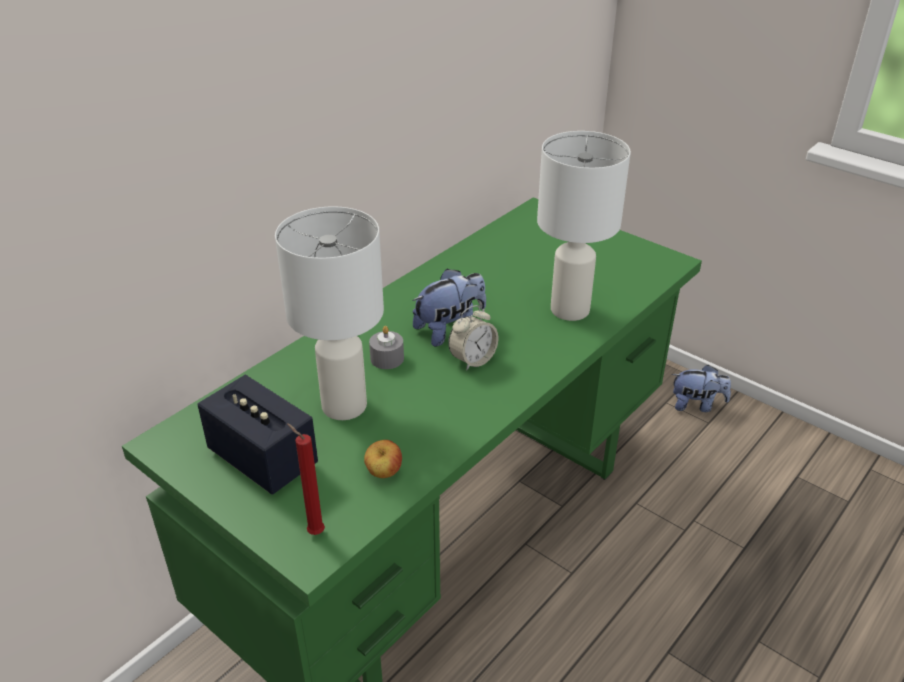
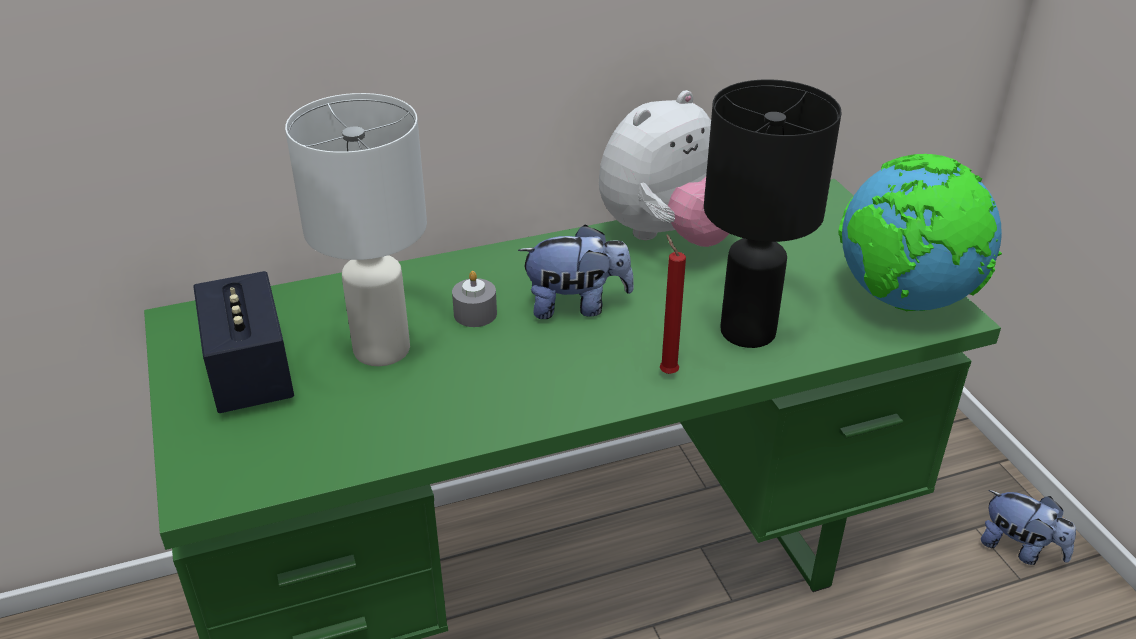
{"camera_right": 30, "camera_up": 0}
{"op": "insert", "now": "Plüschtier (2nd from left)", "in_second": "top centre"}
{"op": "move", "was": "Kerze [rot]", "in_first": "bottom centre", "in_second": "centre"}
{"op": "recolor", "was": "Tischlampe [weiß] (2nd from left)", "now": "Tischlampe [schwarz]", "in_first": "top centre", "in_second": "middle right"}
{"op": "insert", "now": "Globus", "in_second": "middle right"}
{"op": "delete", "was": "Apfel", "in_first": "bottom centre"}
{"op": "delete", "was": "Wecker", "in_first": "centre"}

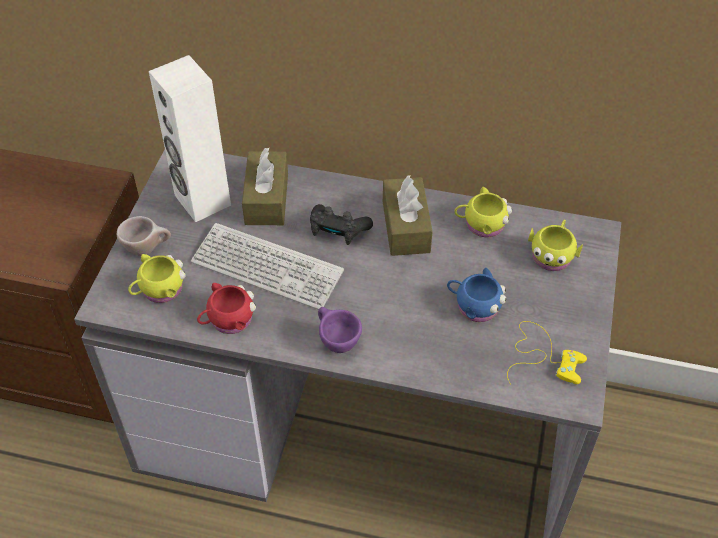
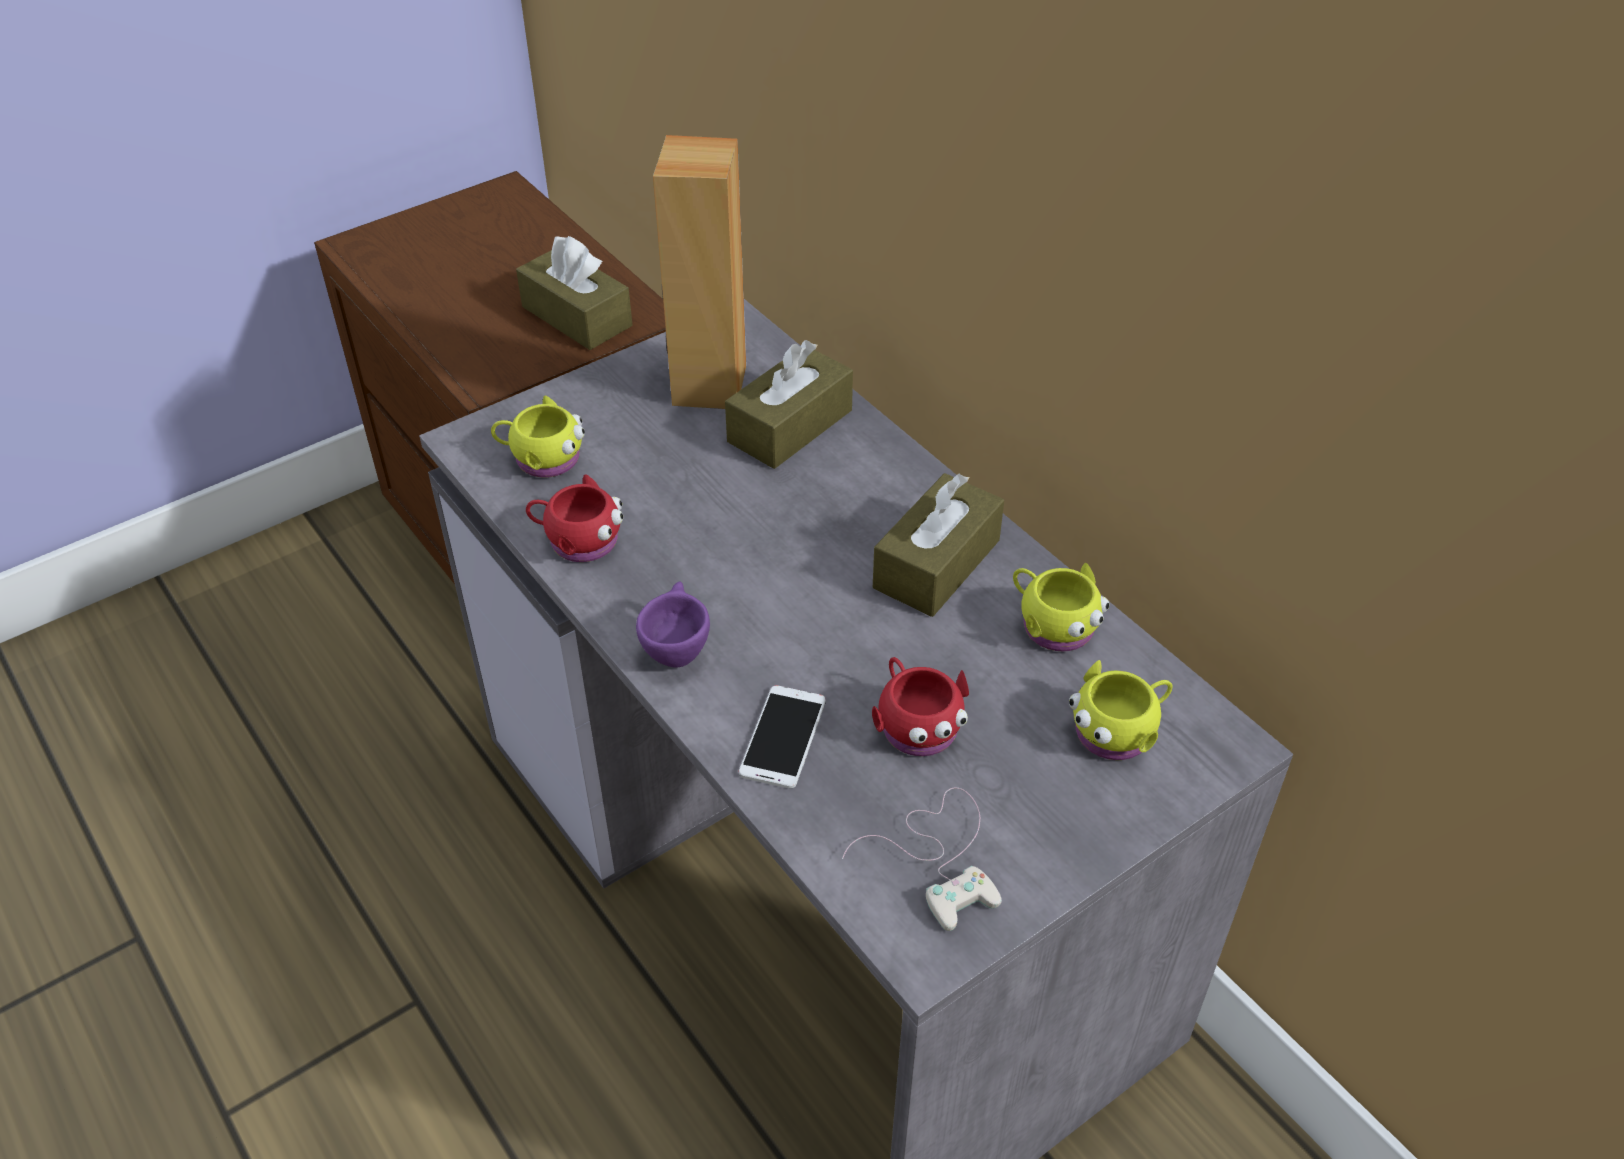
{"camera_right": 40, "camera_up": -5}
{"op": "insert", "now": "Taschentuchbox [braun] (1st from left)", "in_second": "top centre"}
{"op": "recolor", "was": "Lautsprecher [weiß]", "now": "Lautsprecher [braun]", "in_first": "top left", "in_second": "top centre"}
{"op": "insert", "now": "Handy", "in_second": "centre"}
{"op": "recolor", "was": "Gamepad [gelb]", "now": "Gamepad [weiß]", "in_first": "middle right", "in_second": "bottom centre"}
{"op": "recolor", "was": "Henkelbecher [blau]", "now": "Henkelbecher [rot] (2nd from left)", "in_first": "centre", "in_second": "centre"}
{"op": "delete", "was": "Tasse [beige]", "in_first": "middle left"}
{"op": "delete", "was": "Tastatur", "in_first": "centre"}
{"op": "delete", "was": "Gamepad [schwarz]", "in_first": "centre"}

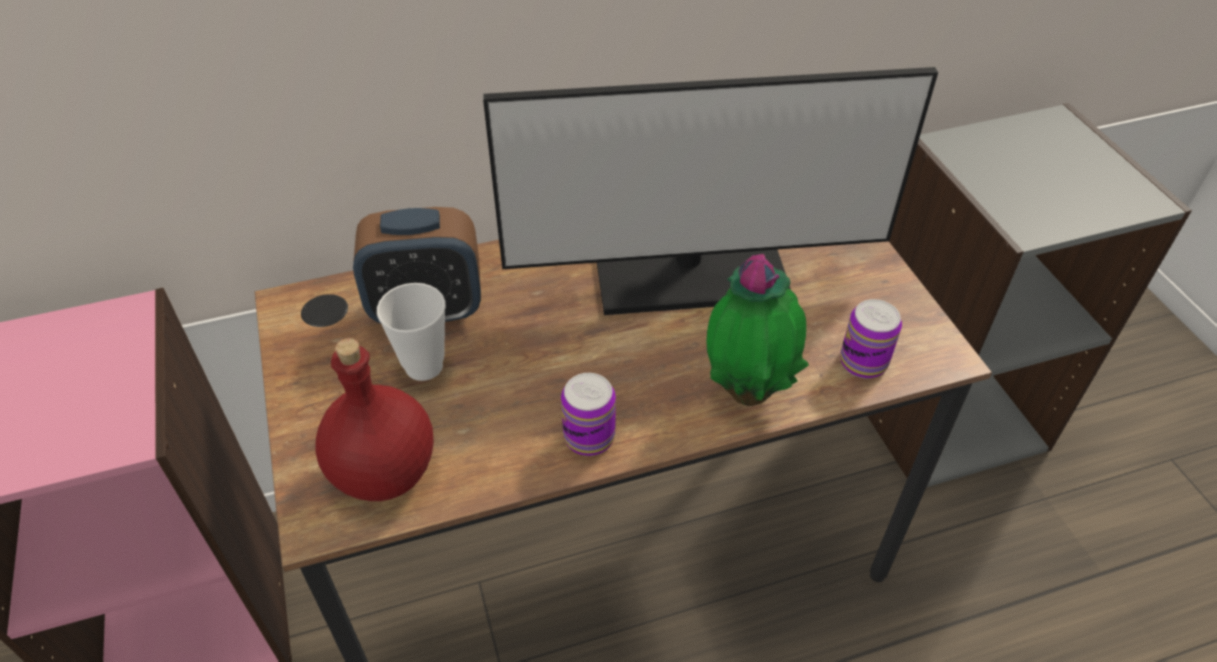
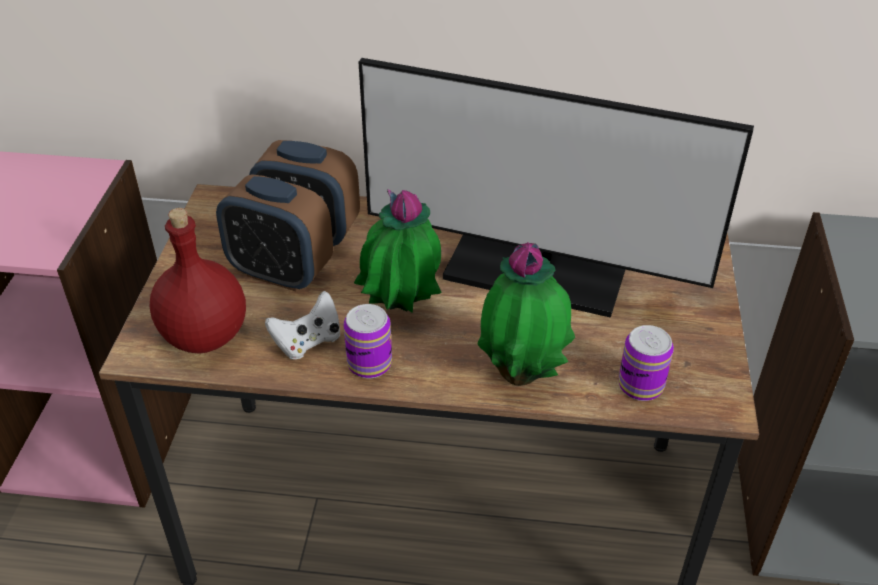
{"camera_right": 25, "camera_up": -5}
{"op": "replace", "was": "Tasse", "now": "Wecker (1st from left)", "in_first": "centre", "in_second": "middle left"}
{"op": "insert", "now": "Gamepad [weiß]", "in_second": "centre"}
{"op": "insert", "now": "Topfpflanze (1st from left)", "in_second": "centre"}

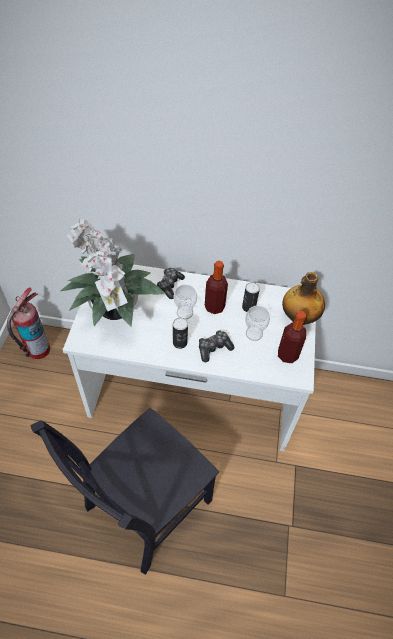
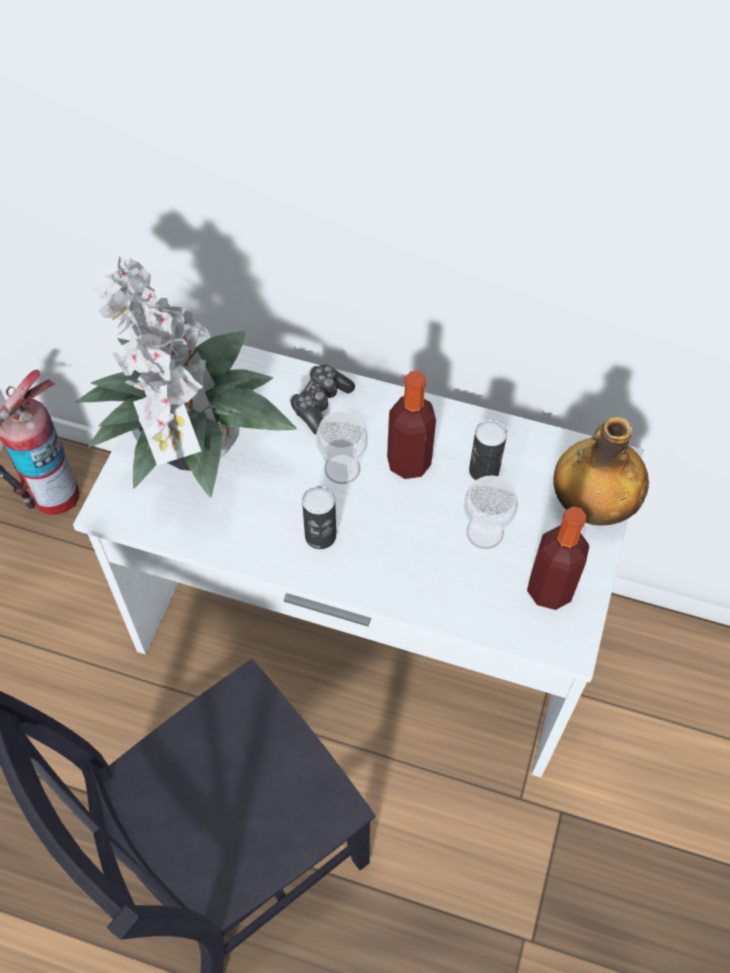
{"camera_right": 10, "camera_up": 5}
{"op": "delete", "was": "Gamepad (2nd from left)", "in_first": "centre"}

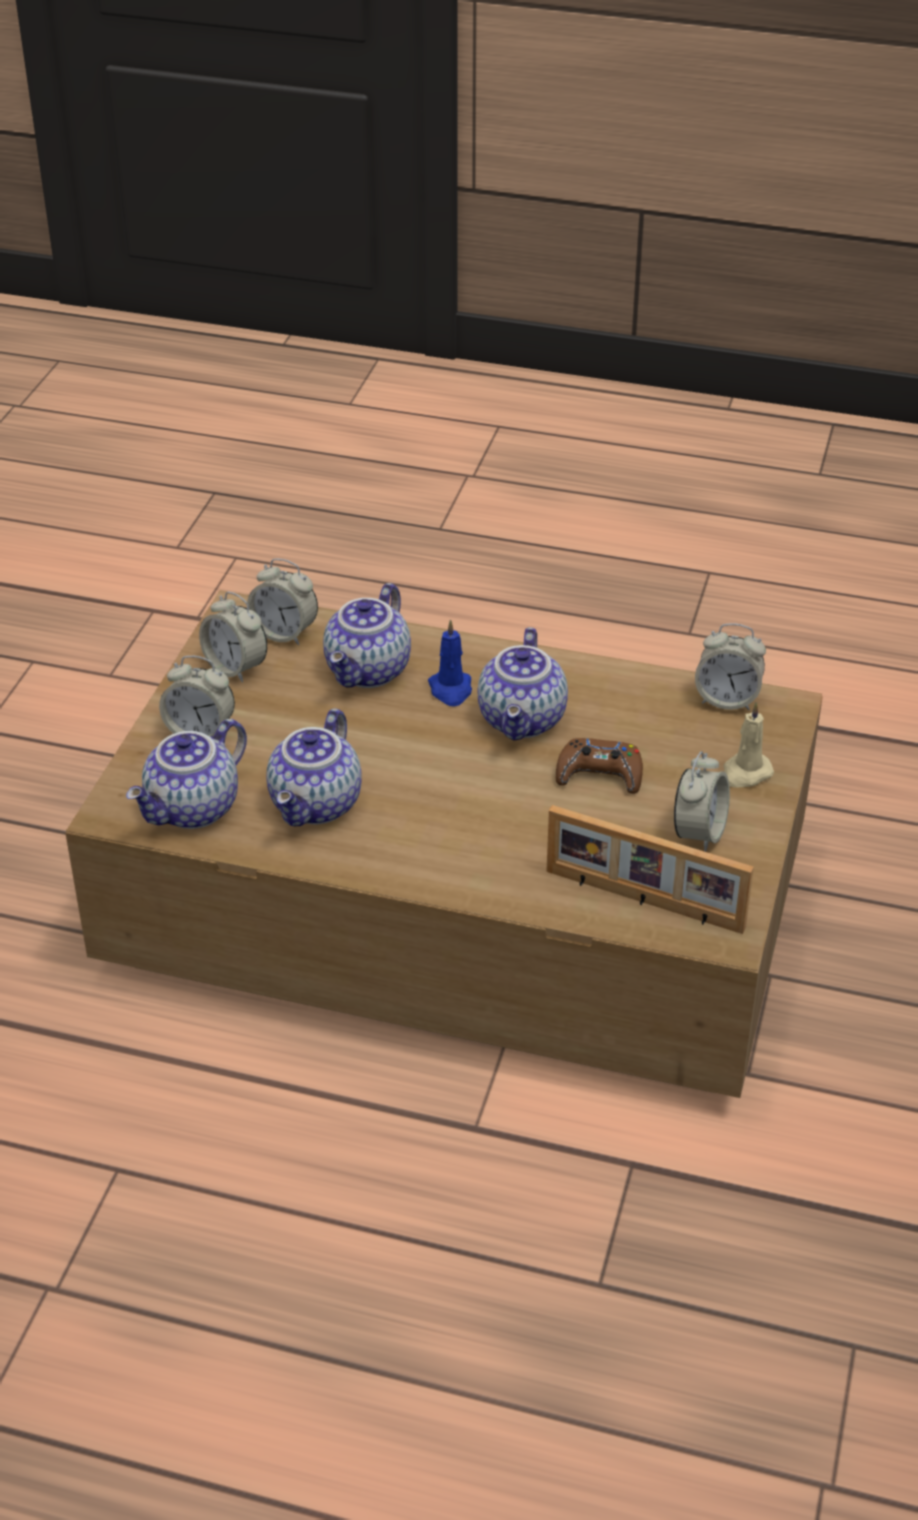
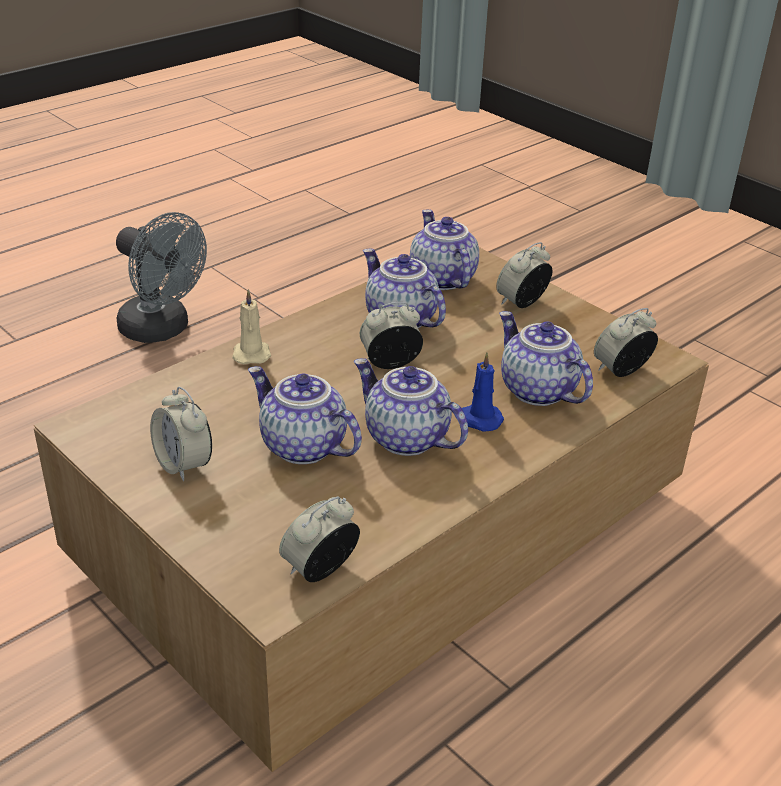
{"camera_right": 120, "camera_up": -5}
{"op": "insert", "now": "Ventilator [grau]", "in_second": "middle left"}
{"op": "move", "was": "Kerze [beige]", "in_first": "middle right", "in_second": "middle left"}
{"op": "replace", "was": "Gamepad [braun]", "now": "Teekanne (1st from left)", "in_first": "centre", "in_second": "centre"}
{"op": "move", "was": "Wecker (2nd from left in the first image)", "now": "Wecker (3rd from left)", "in_first": "middle left", "in_second": "centre"}
{"op": "delete", "was": "Bilderrahmen", "in_first": "middle right"}

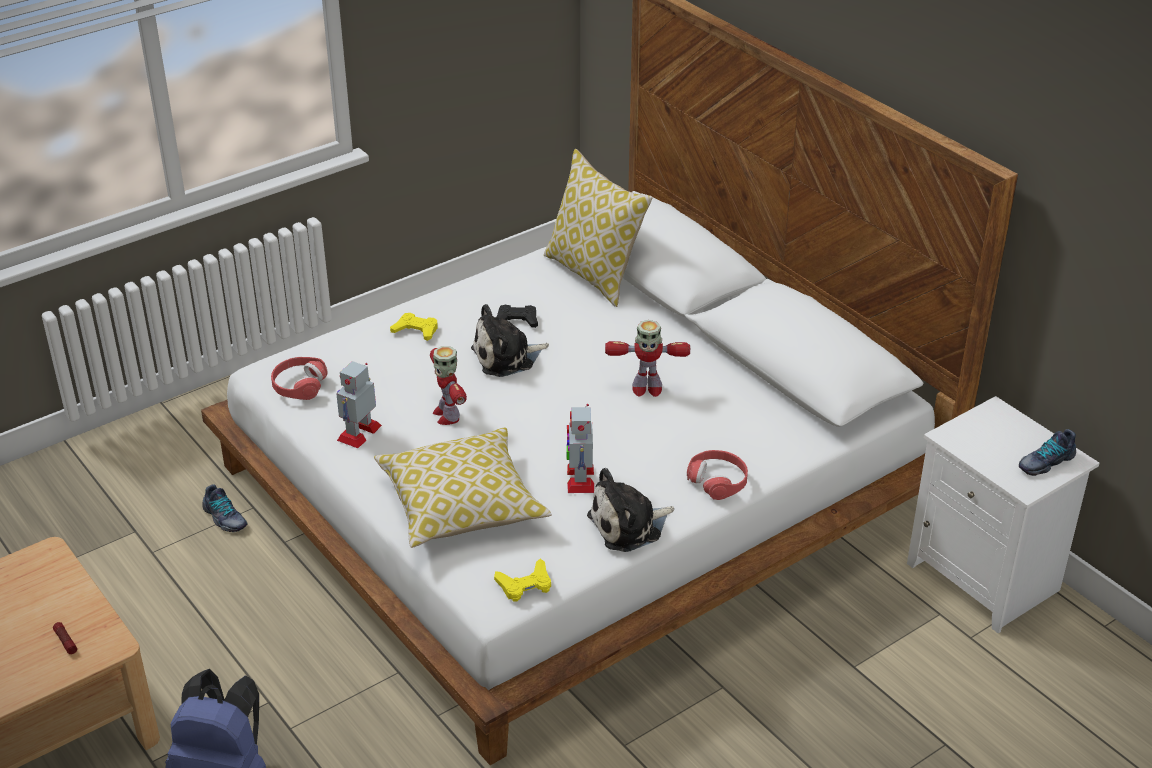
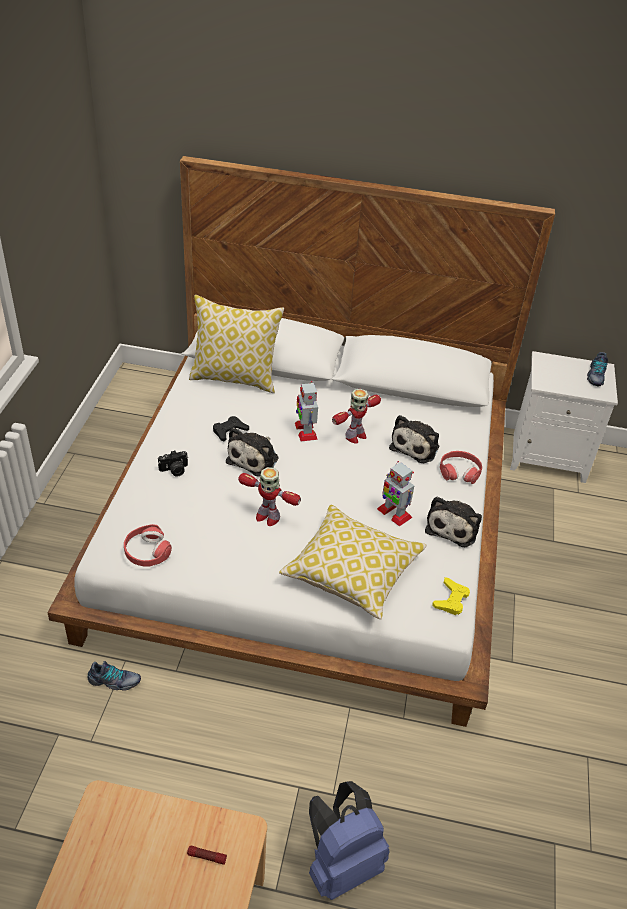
{"camera_right": -45, "camera_up": 5}
{"op": "replace", "was": "Gamepad [gelb] (1st from left)", "now": "Kamera", "in_first": "centre", "in_second": "middle left"}
{"op": "move", "was": "Spielzeugroboter (1st from left in the first image)", "now": "Spielzeugroboter (2nd from left)", "in_first": "middle left", "in_second": "centre"}
{"op": "insert", "now": "Plüschtier (2nd from left)", "in_second": "centre"}

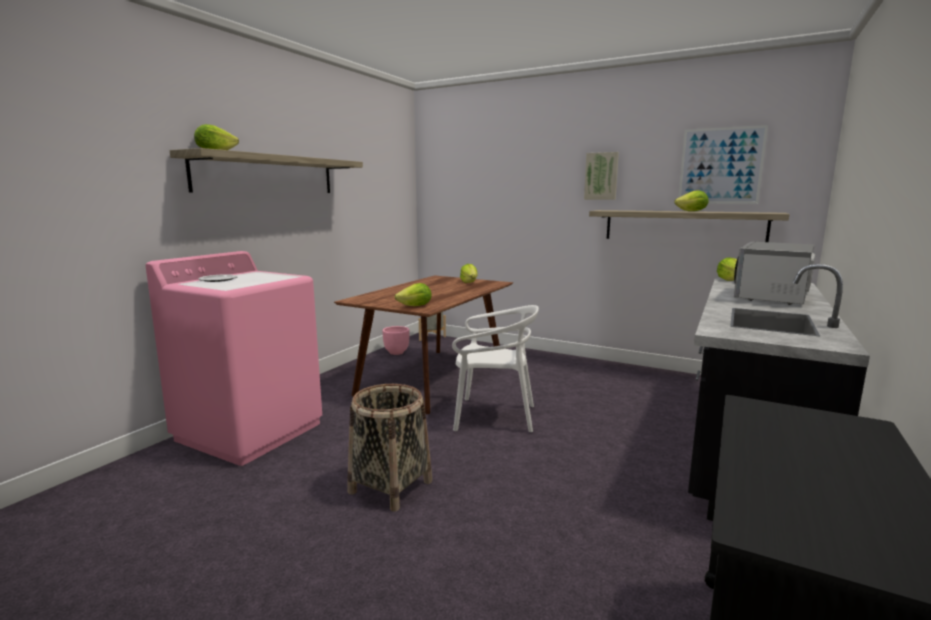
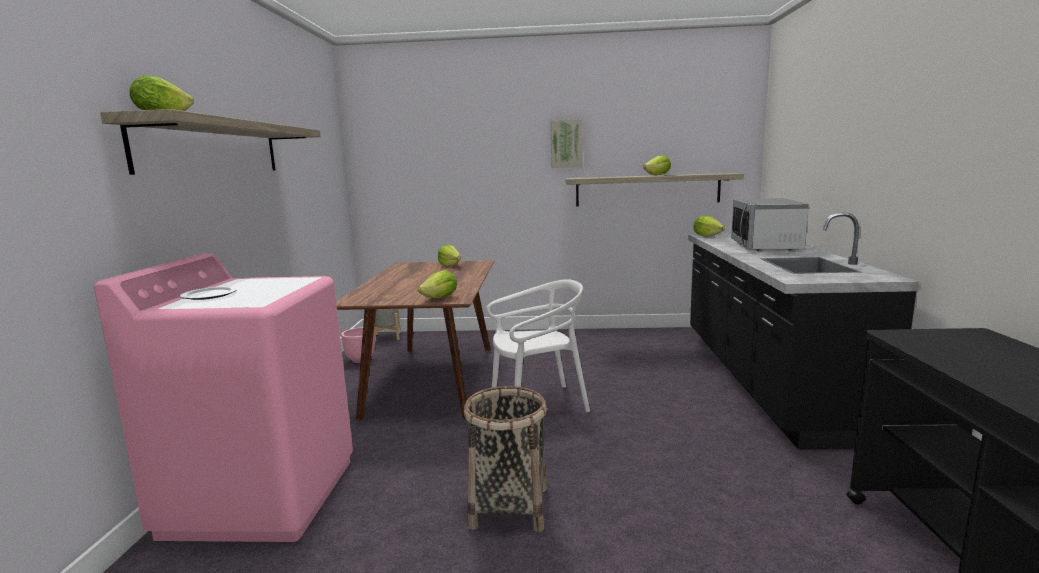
{"camera_right": -25, "camera_up": 0}
{"op": "delete", "was": "Bild (2nd from left)", "in_first": "top right"}

